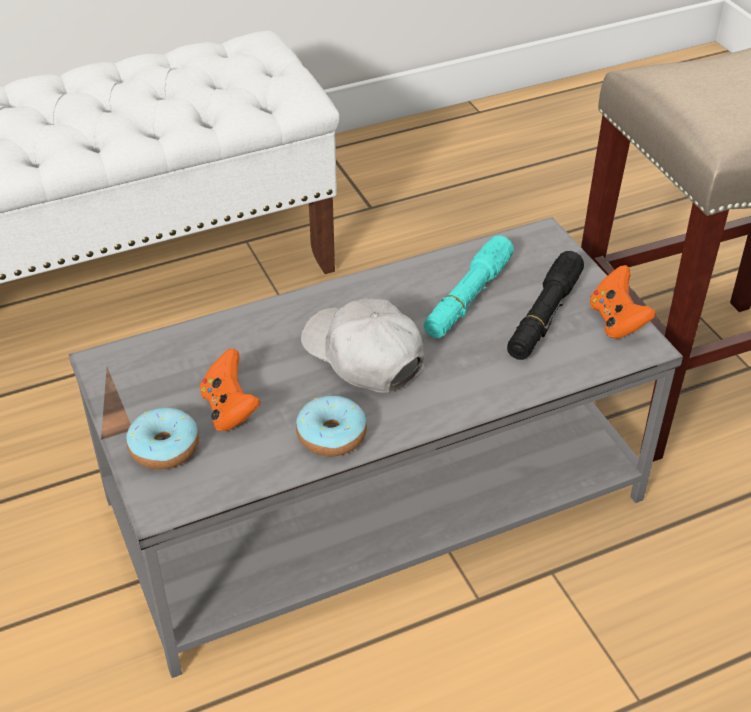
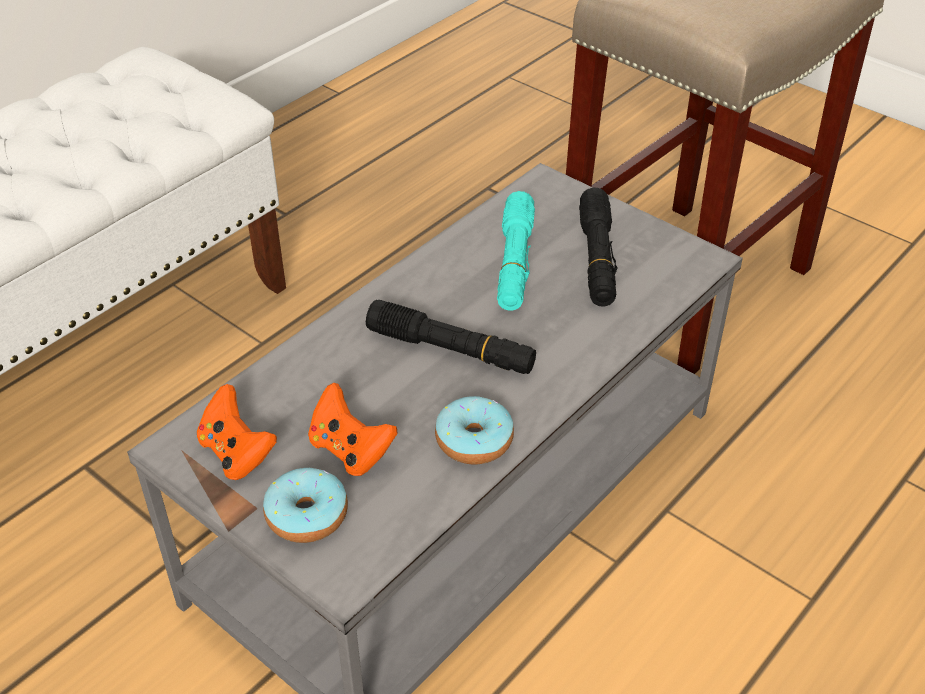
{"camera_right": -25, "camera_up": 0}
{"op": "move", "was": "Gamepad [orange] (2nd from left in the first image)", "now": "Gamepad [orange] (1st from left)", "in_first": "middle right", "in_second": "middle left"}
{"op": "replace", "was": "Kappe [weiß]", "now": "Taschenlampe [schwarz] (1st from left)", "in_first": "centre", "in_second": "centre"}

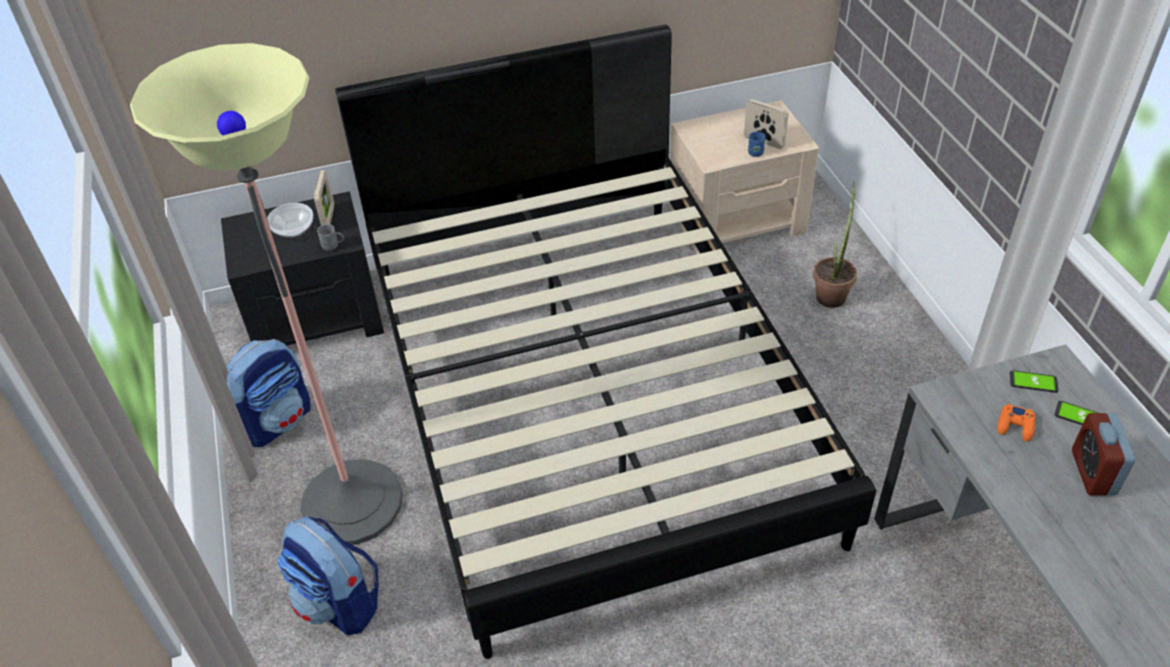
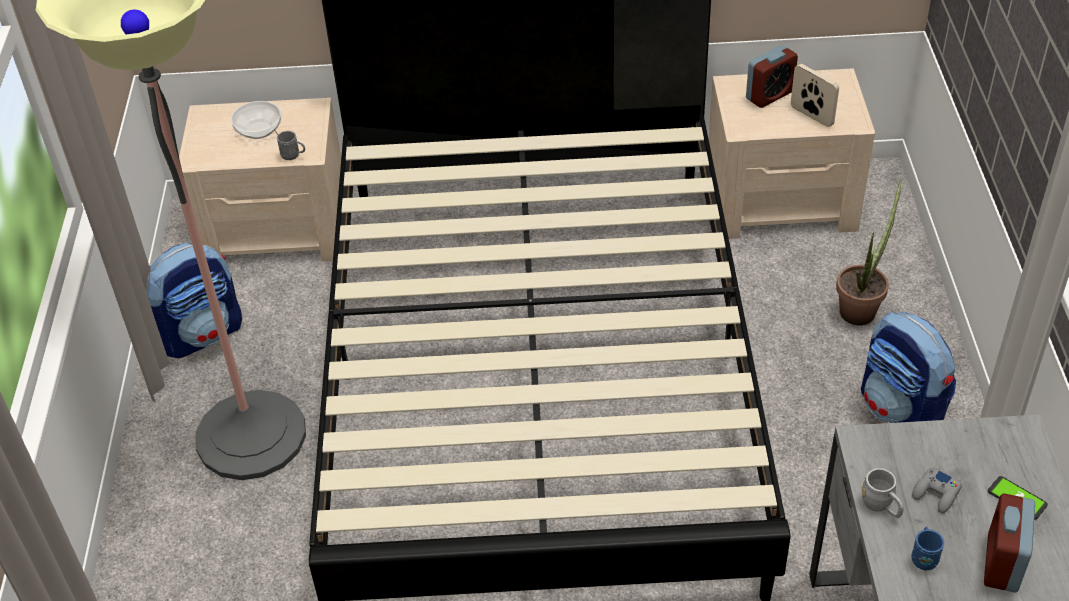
{"camera_right": 15, "camera_up": 0}
{"op": "recolor", "was": "Nachttisch [schwarz]", "now": "Nachttisch [beige] (1st from left)", "in_first": "middle left", "in_second": "top left"}
{"op": "insert", "now": "Wecker (1st from left)", "in_second": "top right"}
{"op": "move", "was": "Rucksack (2nd from left)", "in_first": "bottom left", "in_second": "middle right"}
{"op": "insert", "now": "Henkelbecher [grau] (2nd from left)", "in_second": "bottom right"}
{"op": "recolor", "was": "Gamepad [orange]", "now": "Gamepad [grau]", "in_first": "middle right", "in_second": "bottom right"}
{"op": "move", "was": "Henkelbecher [blau]", "in_first": "top centre", "in_second": "bottom right"}
{"op": "delete", "was": "Bilderrahmen (1st from left)", "in_first": "top left"}
{"op": "delete", "was": "Handy (1st from left)", "in_first": "middle right"}

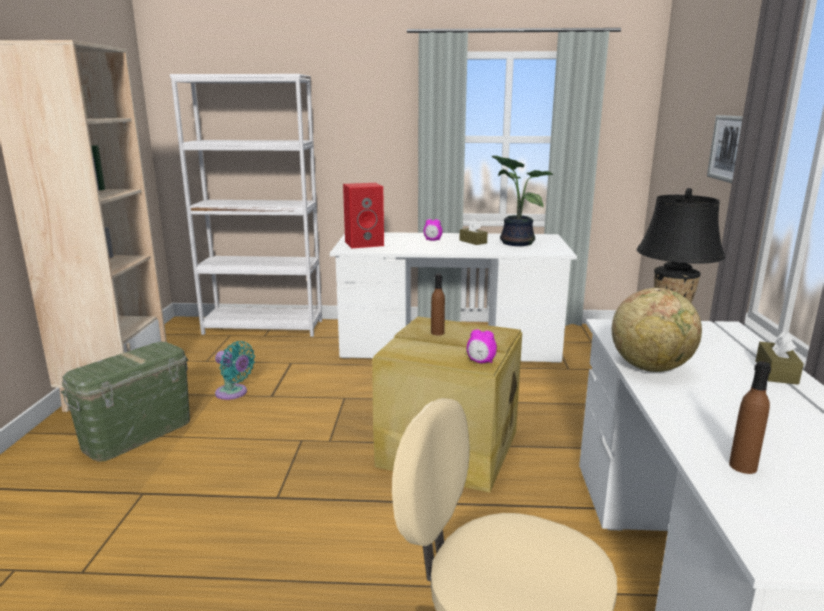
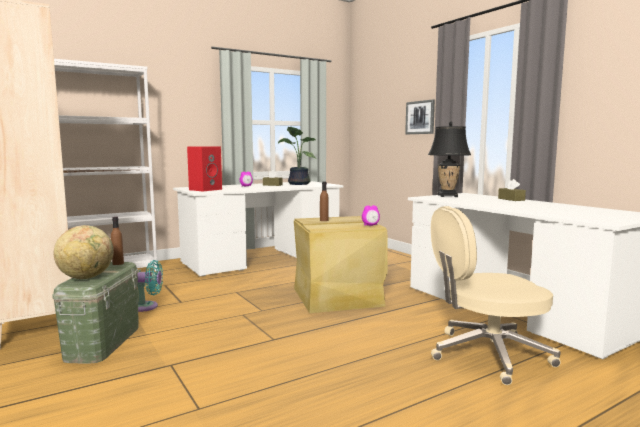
{"camera_right": -35, "camera_up": -10}
{"op": "move", "was": "Globus", "in_first": "middle right", "in_second": "middle left"}
{"op": "move", "was": "Flasche [braun] (2nd from left in the first image)", "now": "Flasche [braun] (1st from left)", "in_first": "bottom right", "in_second": "middle left"}

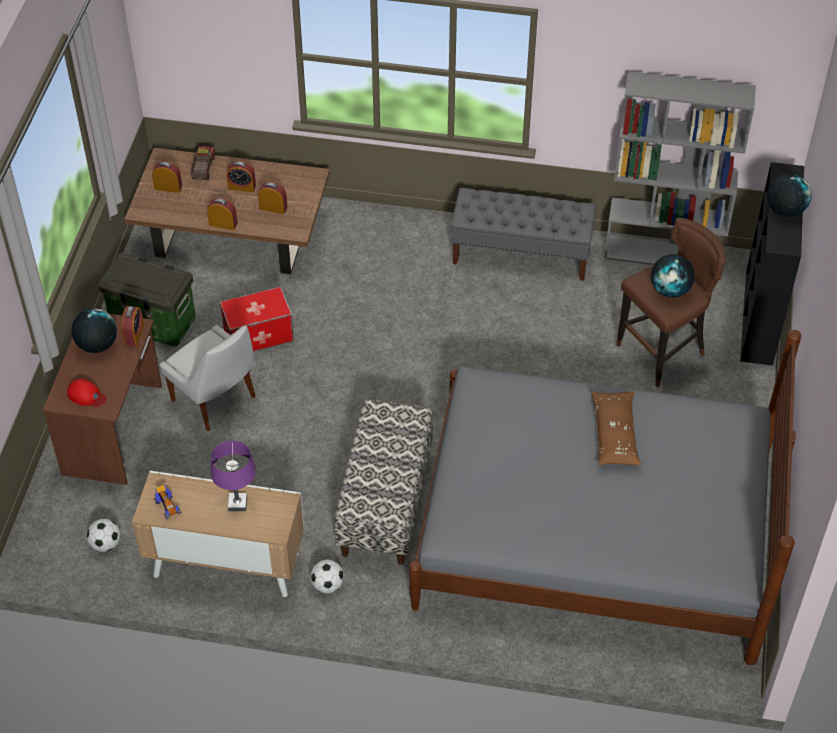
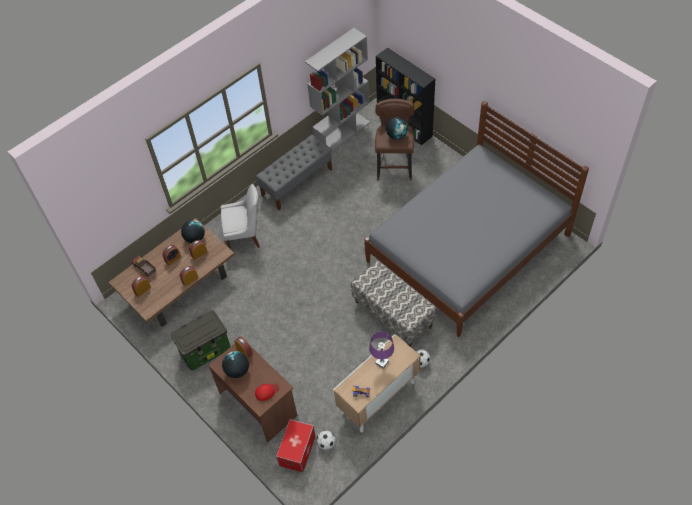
{"camera_right": -50, "camera_up": 5}
{"op": "move", "was": "Globus (3rd from left in the first image)", "now": "Globus (1st from left)", "in_first": "top right", "in_second": "middle left"}
{"op": "move", "was": "Stuhl [weiß]", "in_first": "middle left", "in_second": "centre"}
{"op": "move", "was": "Aufbewahrungsbox (2nd from left)", "in_first": "middle left", "in_second": "bottom centre"}
{"op": "delete", "was": "Kissen [braun]", "in_first": "middle right"}

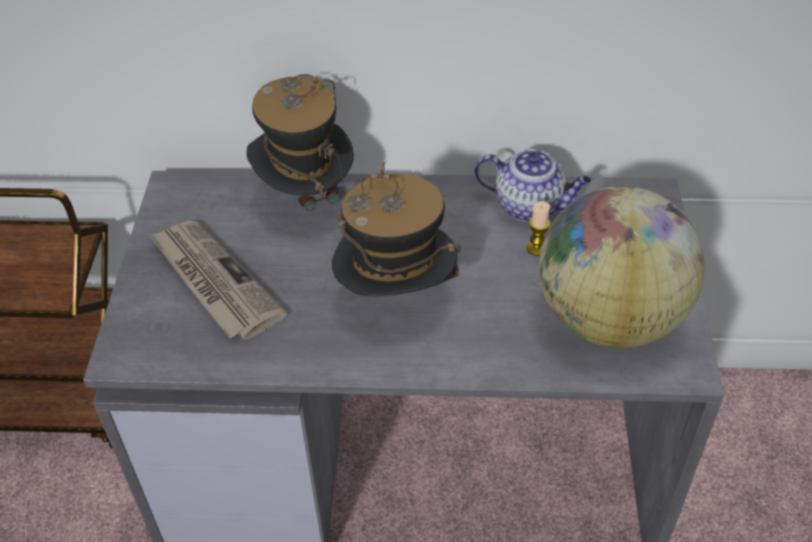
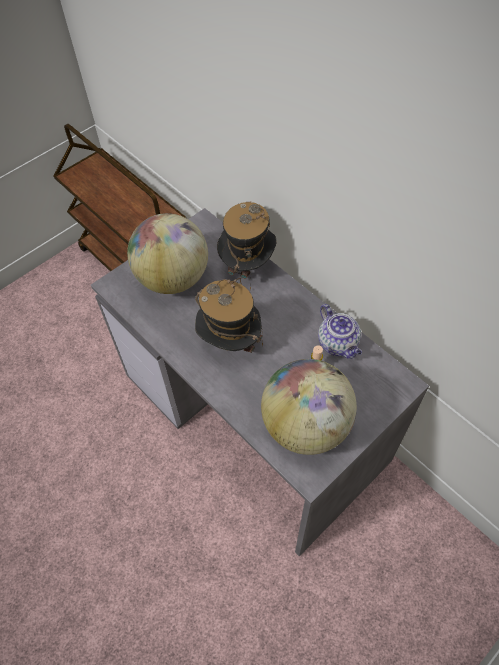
{"camera_right": 45, "camera_up": 10}
{"op": "replace", "was": "Zeitung", "now": "Globus (1st from left)", "in_first": "middle left", "in_second": "centre"}

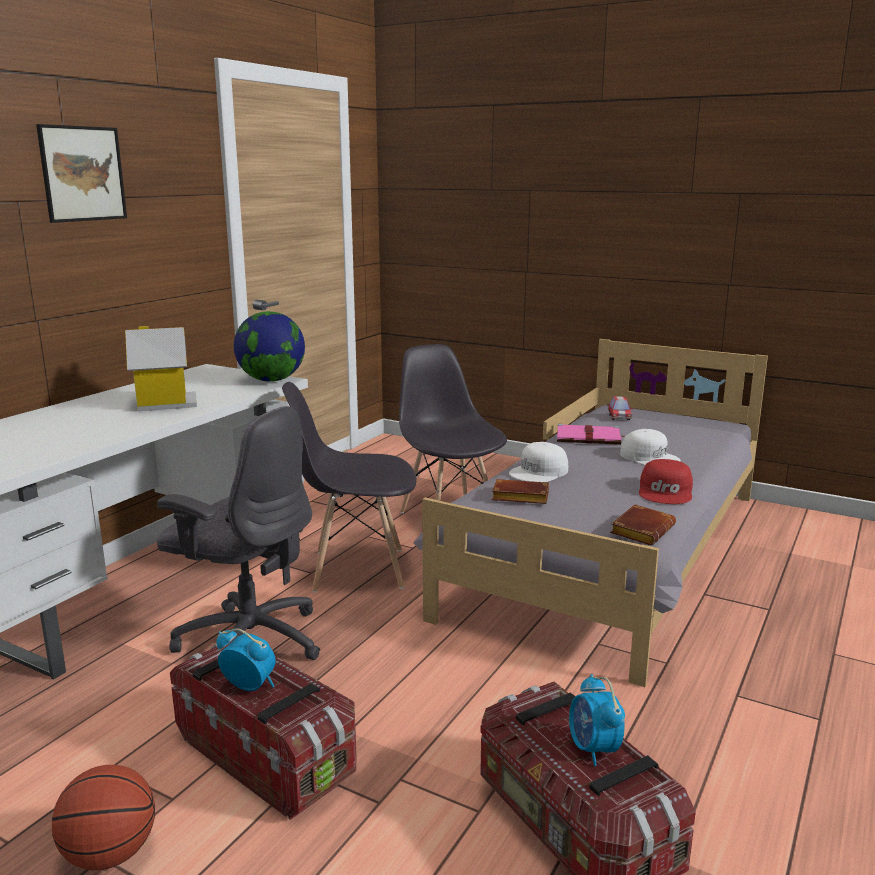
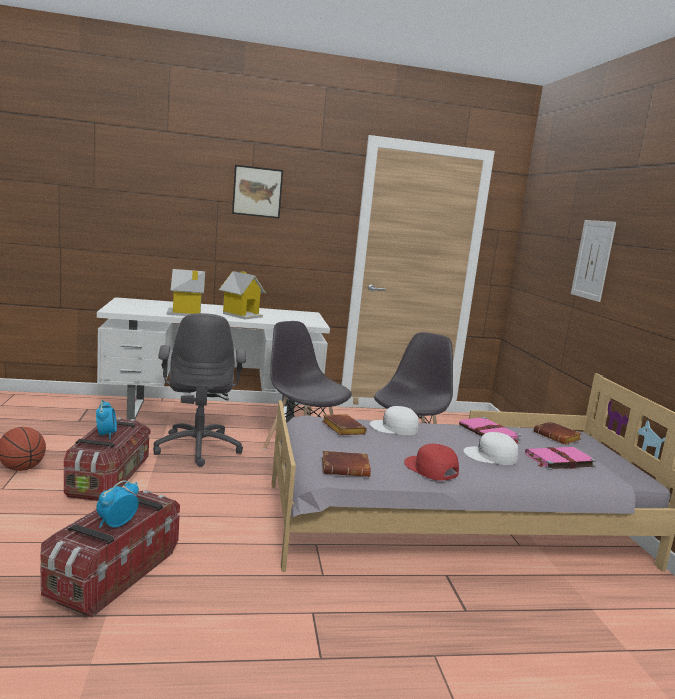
{"camera_right": 50, "camera_up": -5}
{"op": "insert", "now": "Spielzeughaus (1st from left)", "in_second": "middle left"}
{"op": "rotate", "was": "Kappe [rot]", "in_first": "middle right", "in_second": "centre", "clockwise": 75}
{"op": "rotate", "was": "Kappe [weiß] (2nd from left)", "in_first": "middle right", "in_second": "middle right", "clockwise": 90}
{"op": "insert", "now": "Buch [rosa] (2nd from left)", "in_second": "middle right"}
{"op": "replace", "was": "Spielzeugauto", "now": "Buch [braun] (3rd from left)", "in_first": "middle right", "in_second": "middle right"}
{"op": "insert", "now": "Bild (2nd from left)", "in_second": "middle right"}
{"op": "delete", "was": "Globus", "in_first": "middle left"}

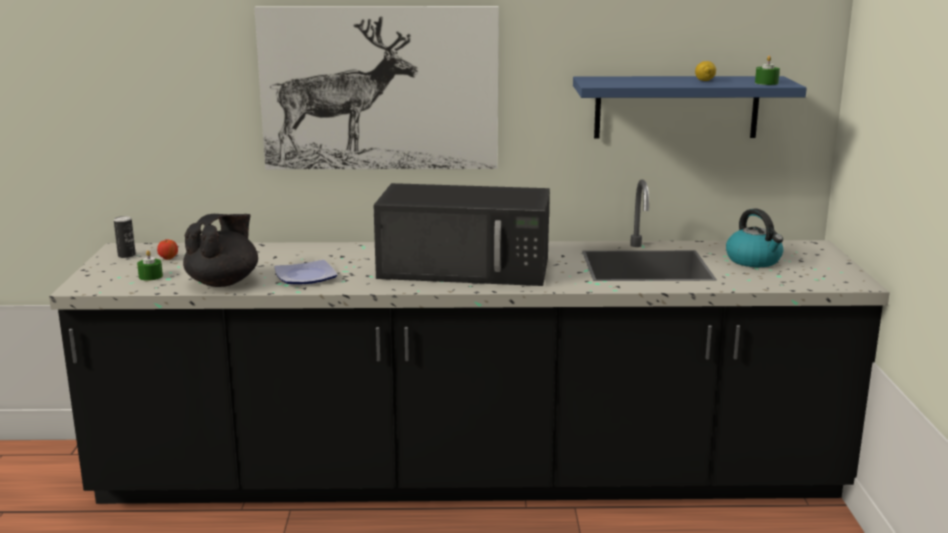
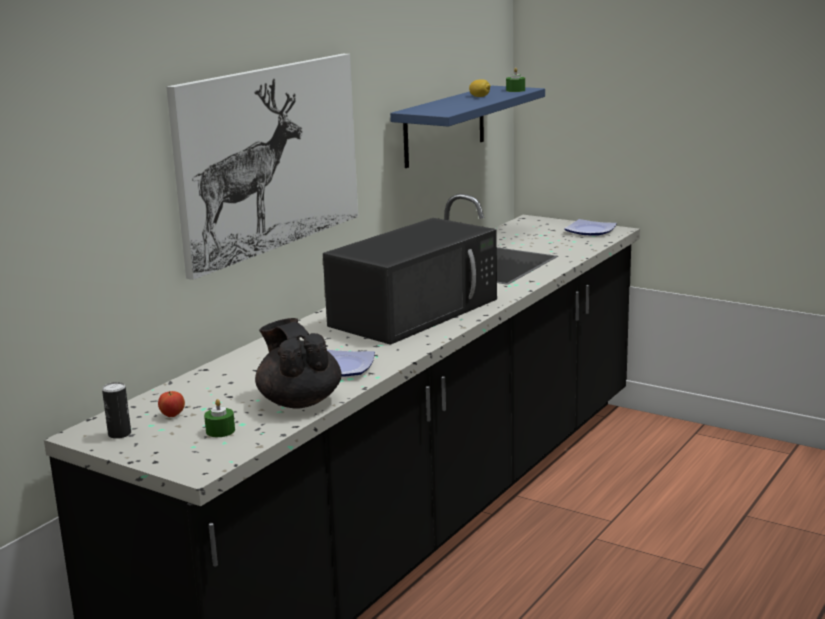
{"camera_right": -55, "camera_up": 0}
{"op": "insert", "now": "Teller (2nd from left)", "in_second": "middle right"}
{"op": "delete", "was": "Wasserkessel", "in_first": "middle right"}

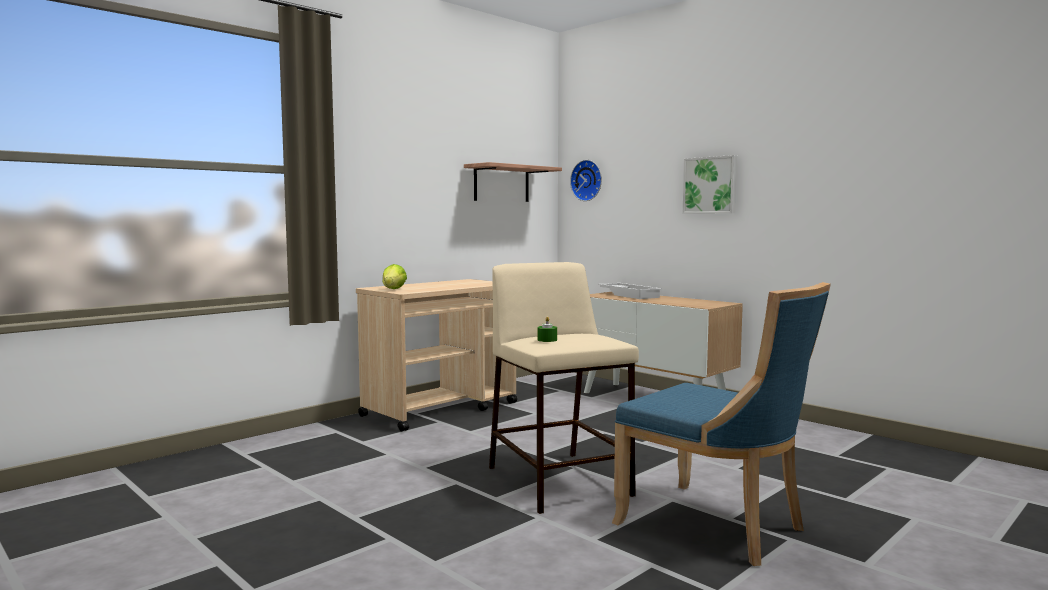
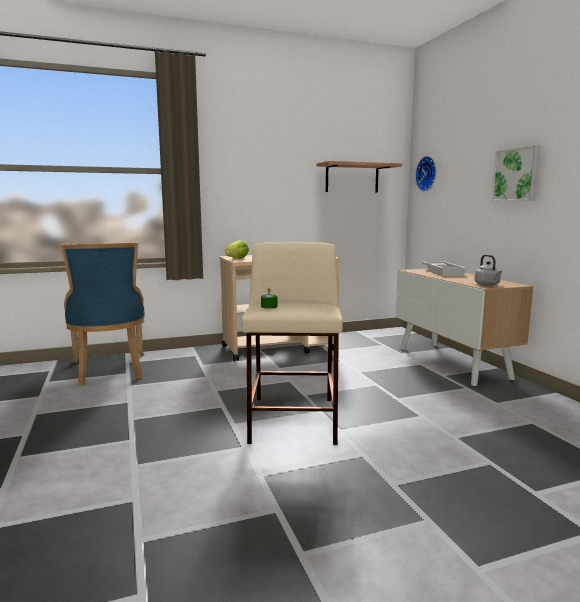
{"camera_right": 25, "camera_up": 5}
{"op": "move", "was": "Stuhl [blau]", "in_first": "bottom right", "in_second": "middle left"}
{"op": "insert", "now": "Wasserkessel [grau]", "in_second": "middle right"}

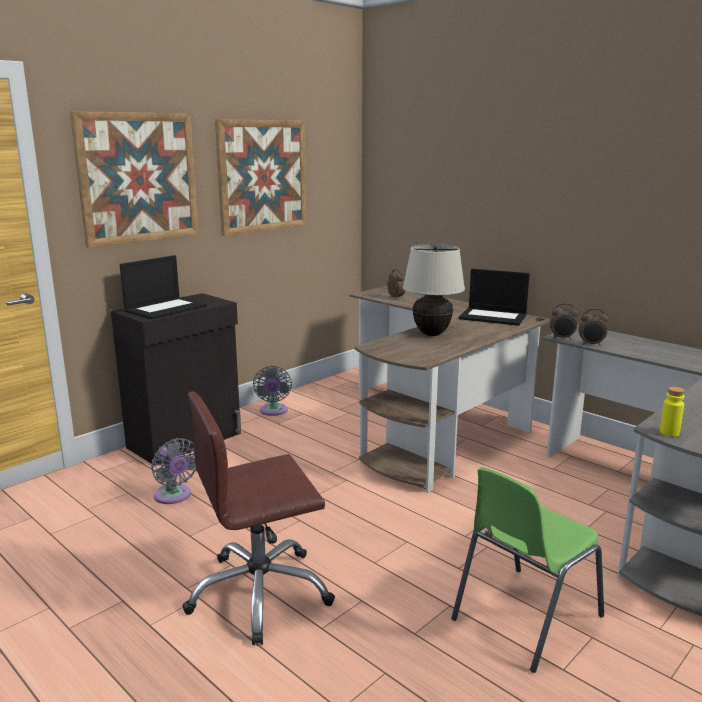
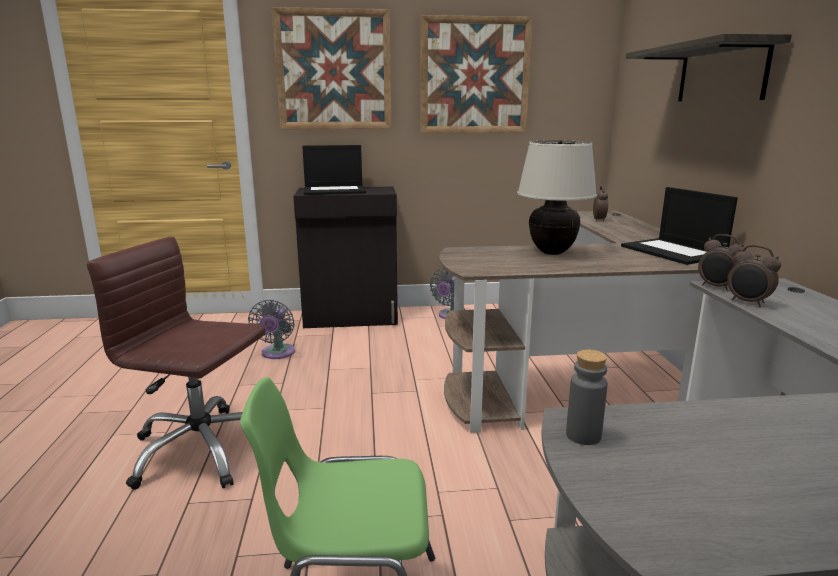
{"camera_right": 40, "camera_up": 0}
{"op": "recolor", "was": "Flasche [gelb]", "now": "Flasche [grau]", "in_first": "middle right", "in_second": "bottom right"}
{"op": "insert", "now": "Wandregal", "in_second": "top right"}

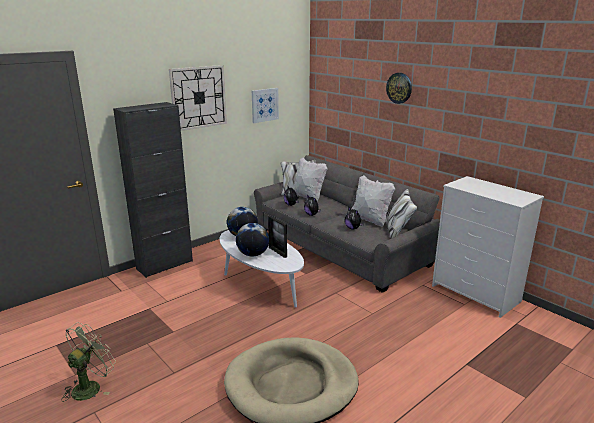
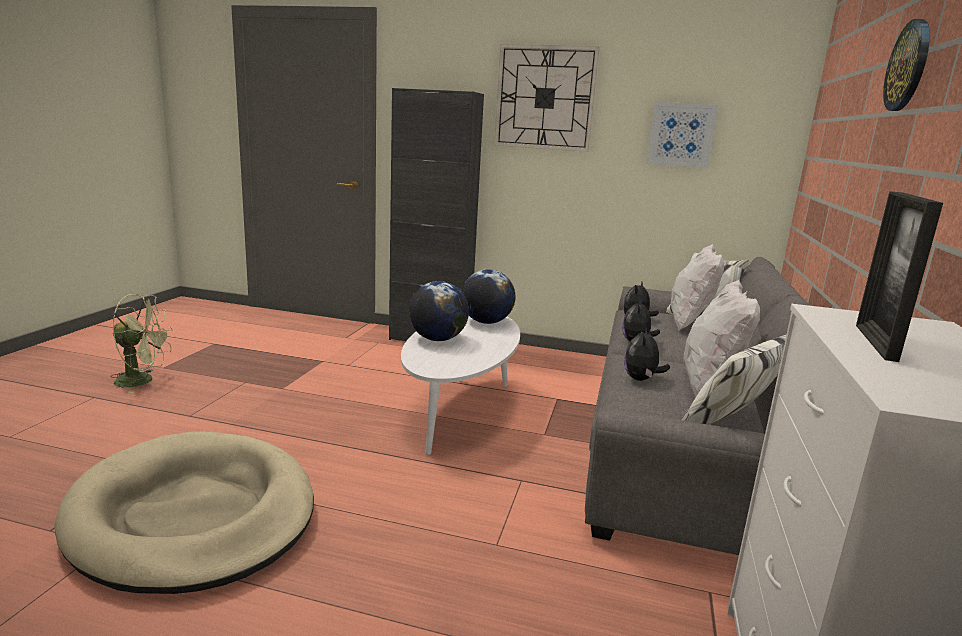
{"camera_right": 55, "camera_up": -5}
{"op": "move", "was": "Bilderrahmen", "in_first": "centre", "in_second": "middle right"}

